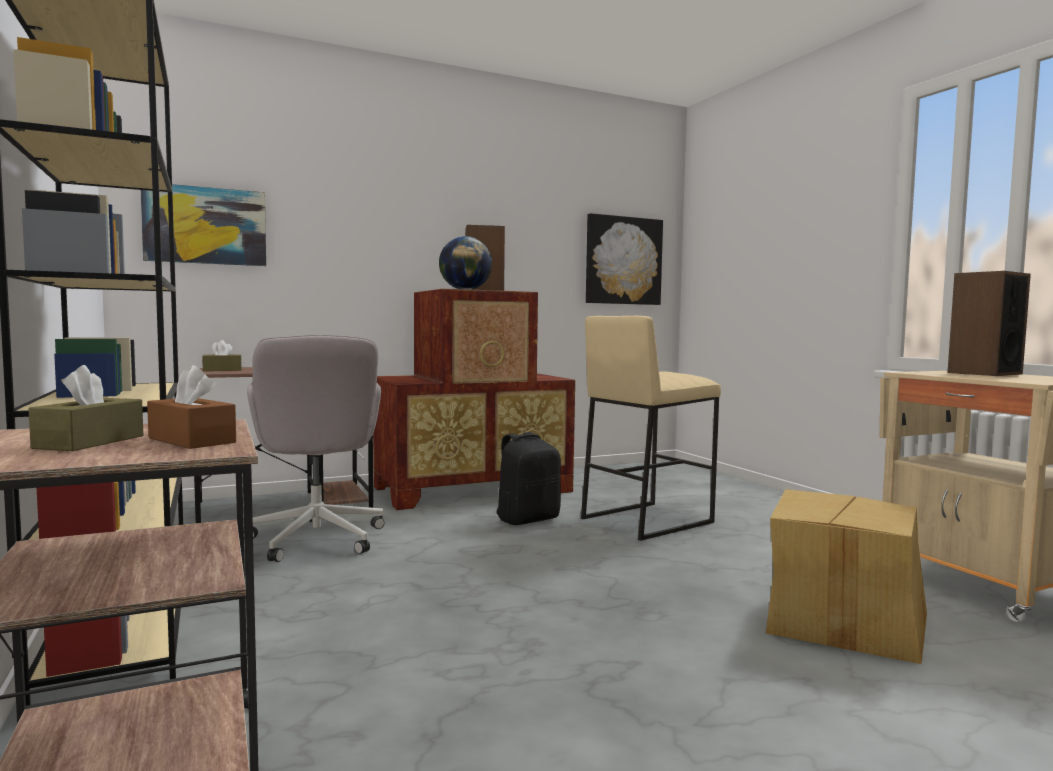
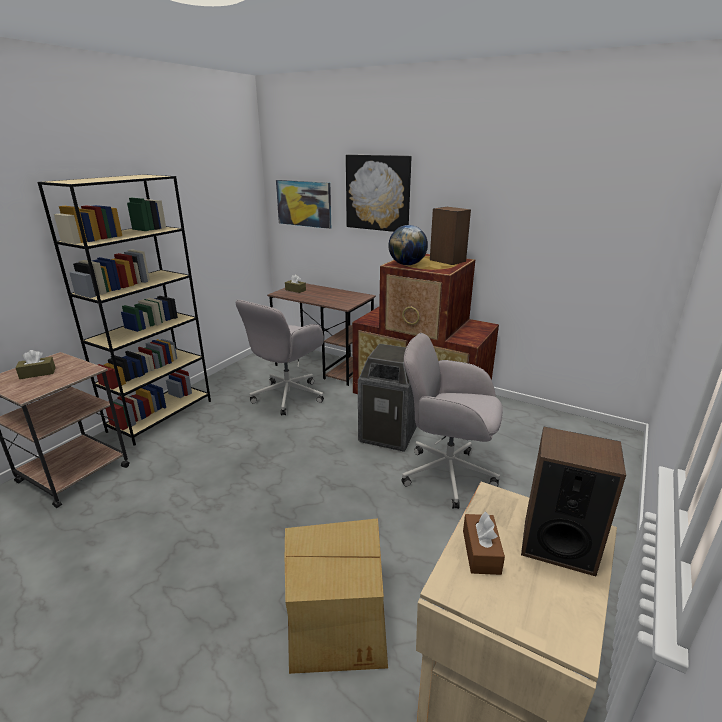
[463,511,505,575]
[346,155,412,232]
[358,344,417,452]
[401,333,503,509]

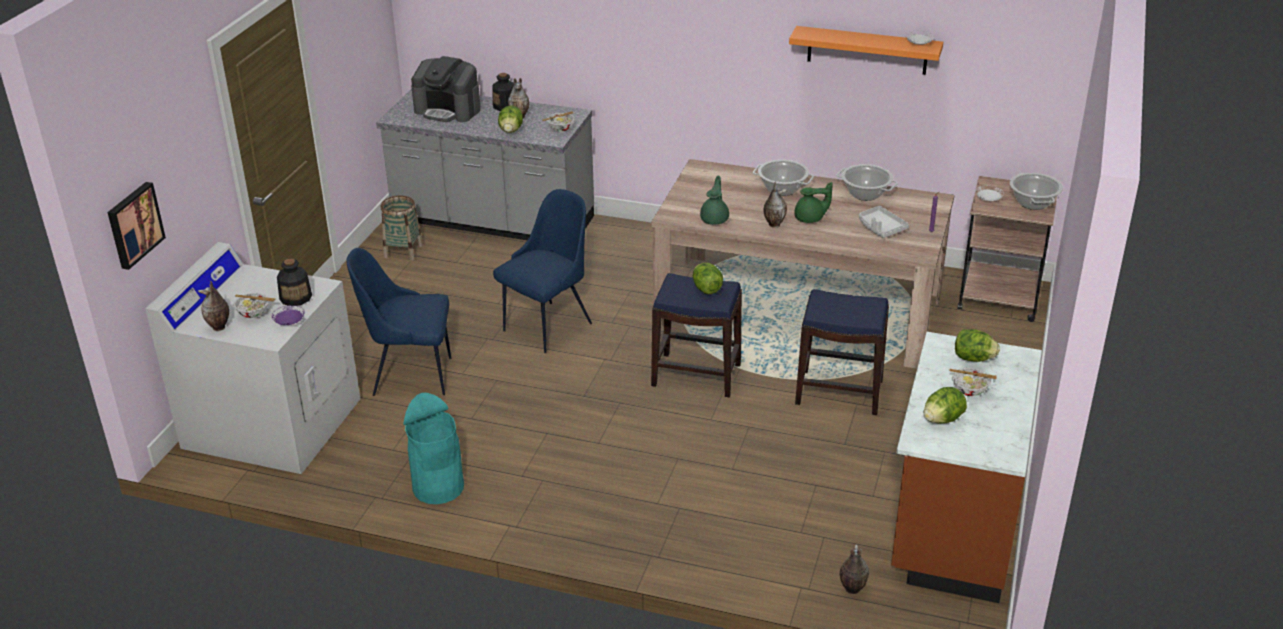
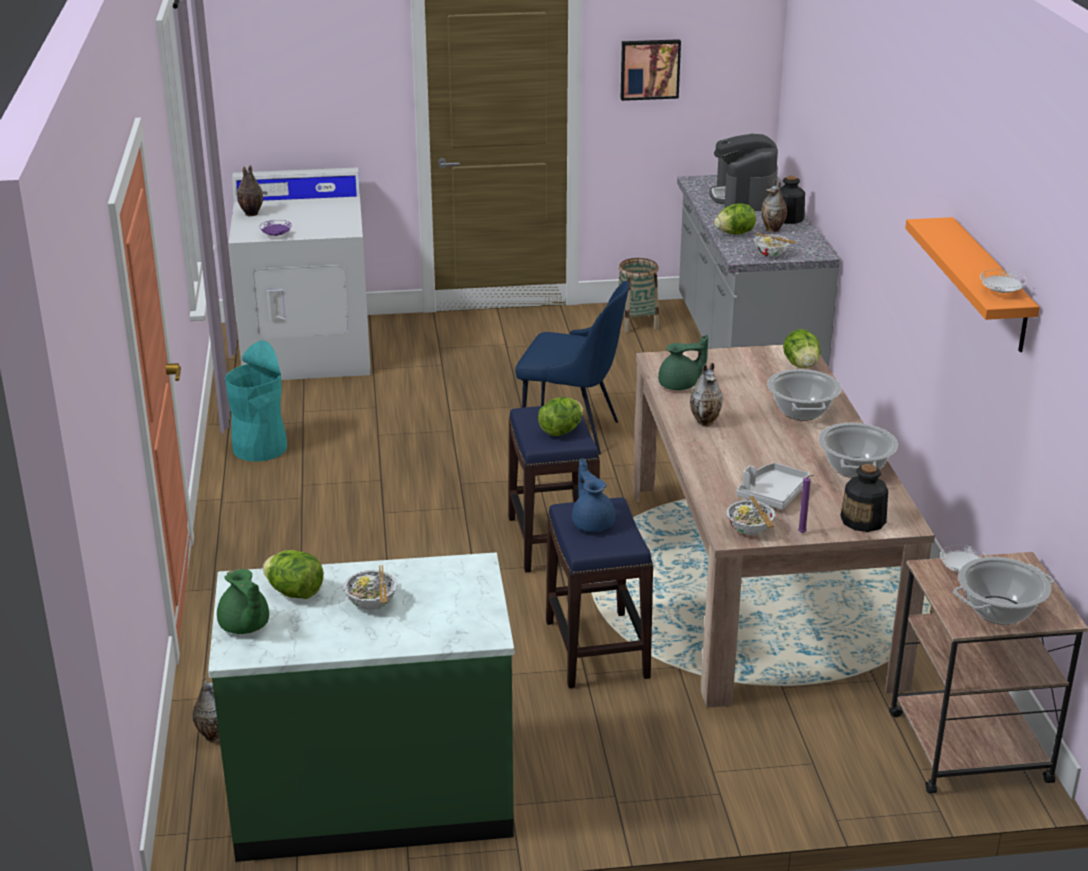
[347,248,451,396] (first image)
[572,458,615,532]
[621,39,681,101]
[726,496,776,535]
[841,464,888,532]
[217,569,269,634]
[783,329,821,368]
[208,552,514,862]

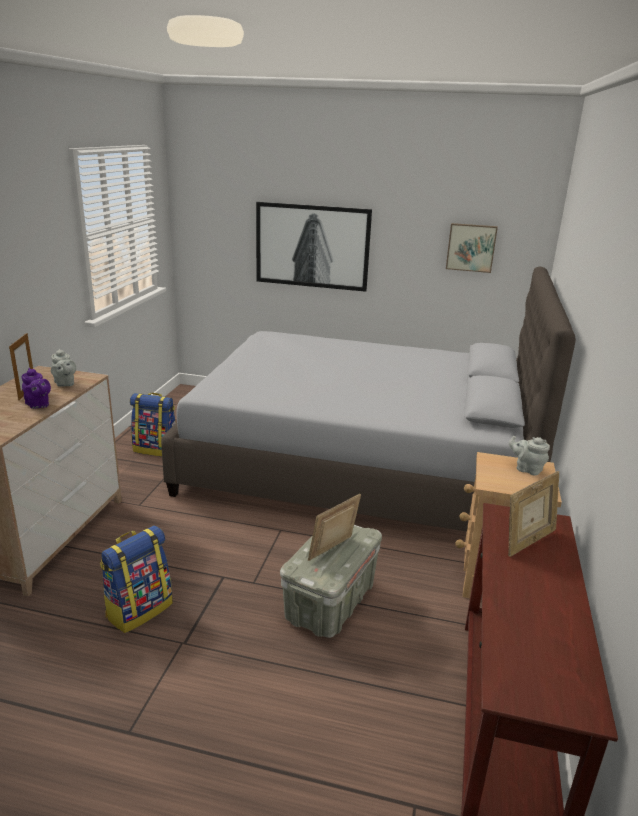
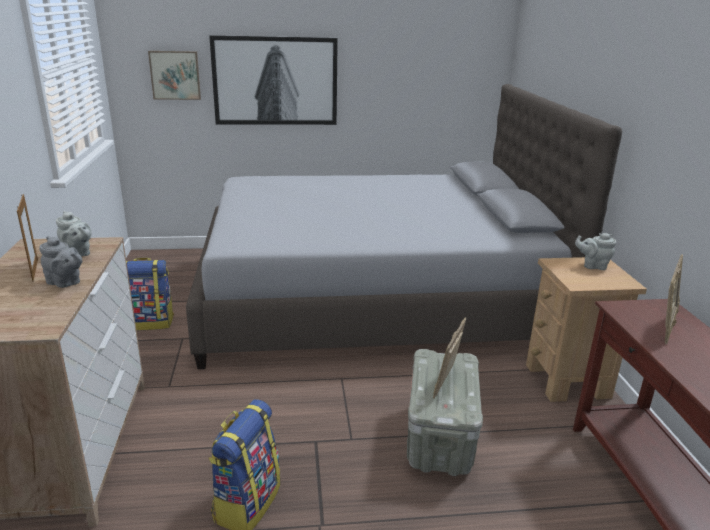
[148,51,201,100]
[39,236,82,288]

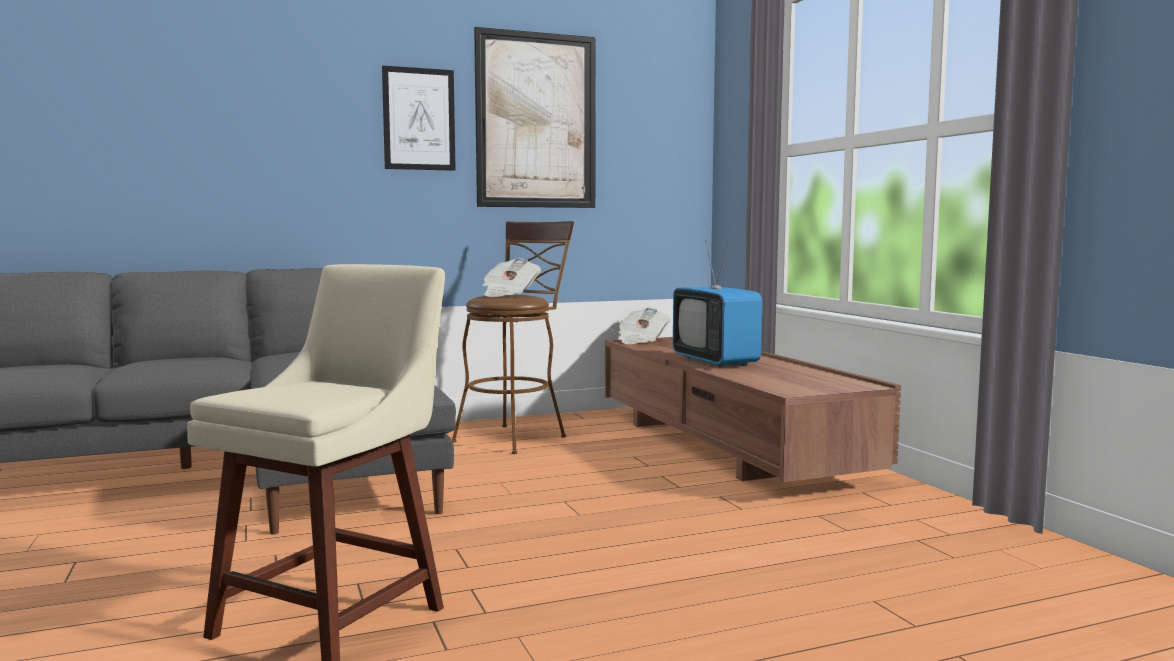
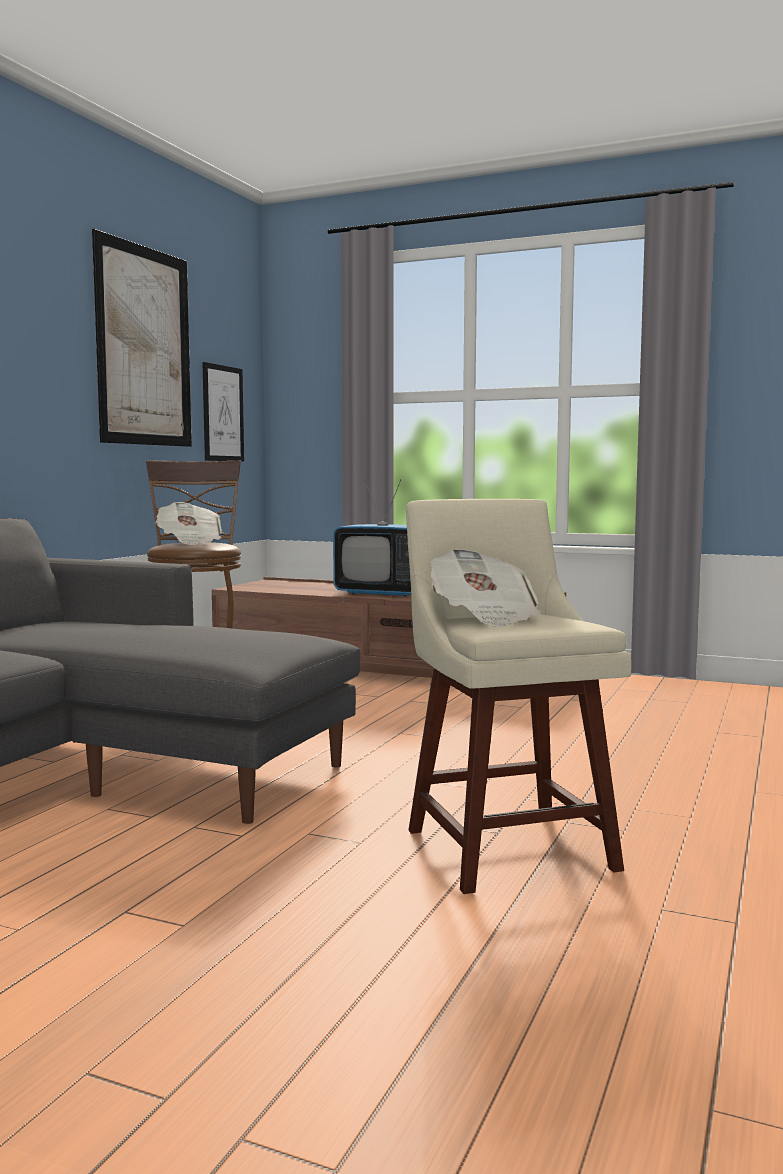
[202,362,244,461]
[430,549,541,627]

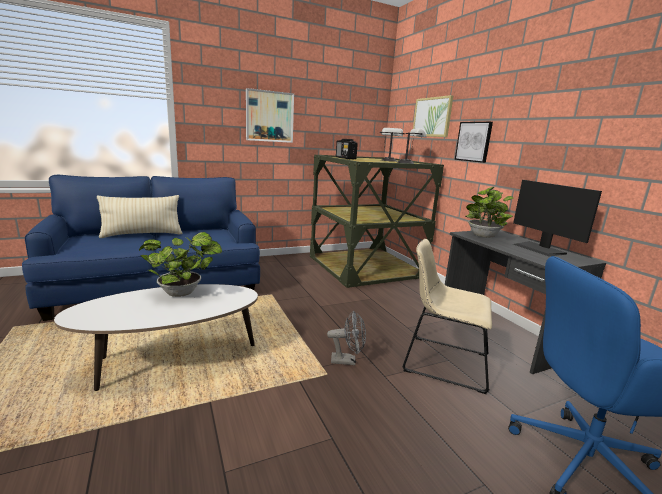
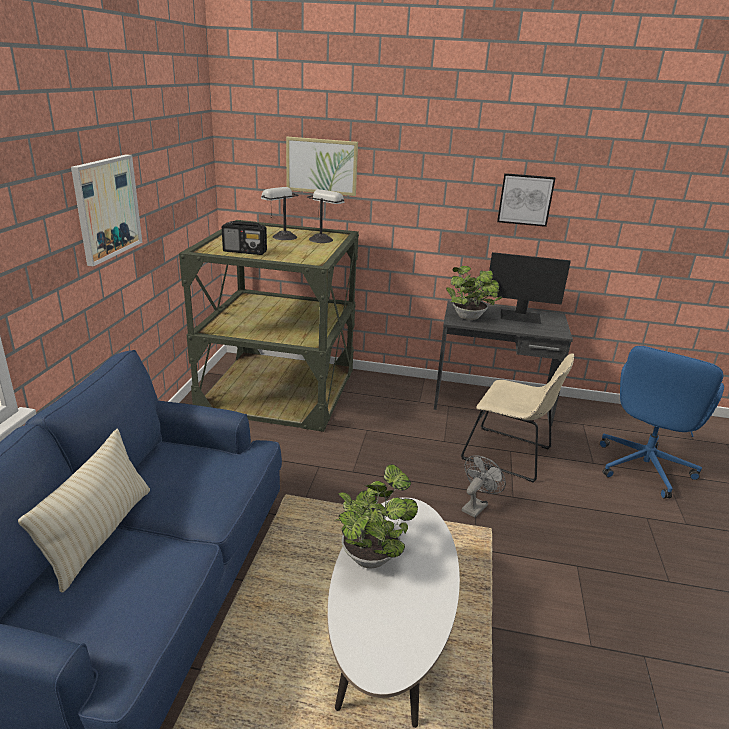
[497,173,555,227]
[461,353,574,483]

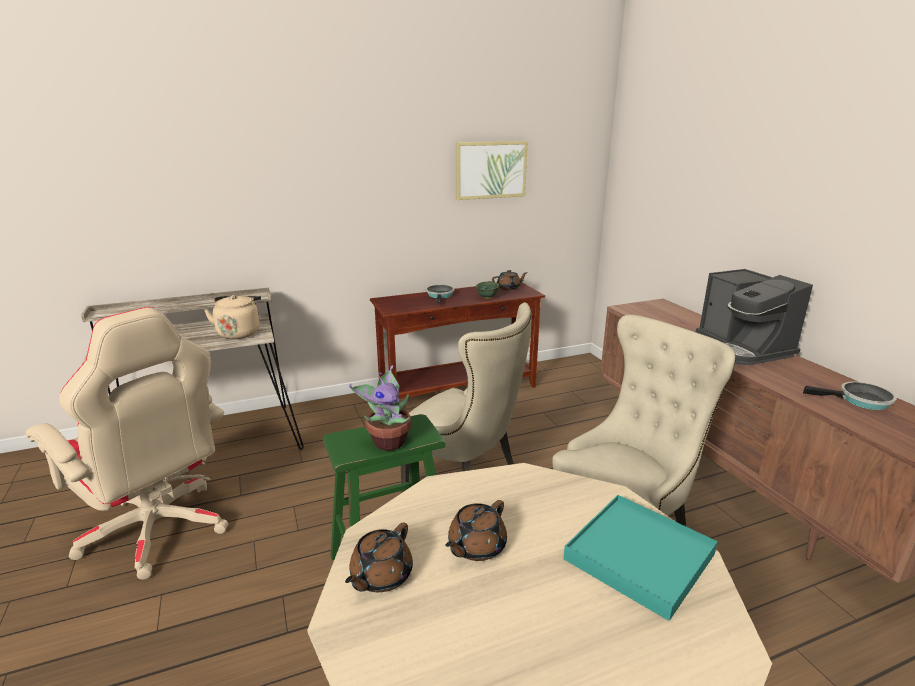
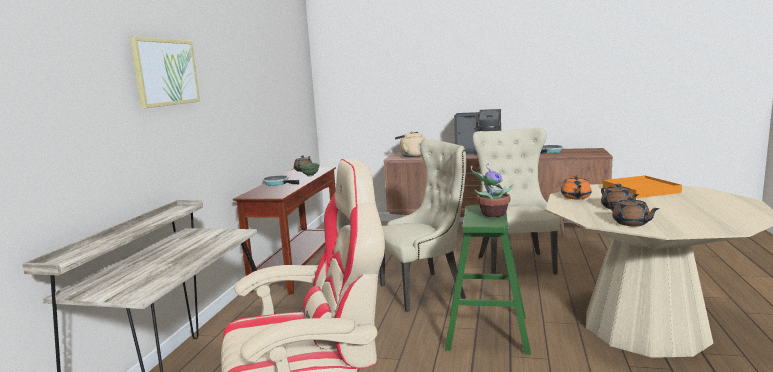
[561,175,591,199]
[395,131,425,157]
[129,36,200,109]
[602,175,682,198]

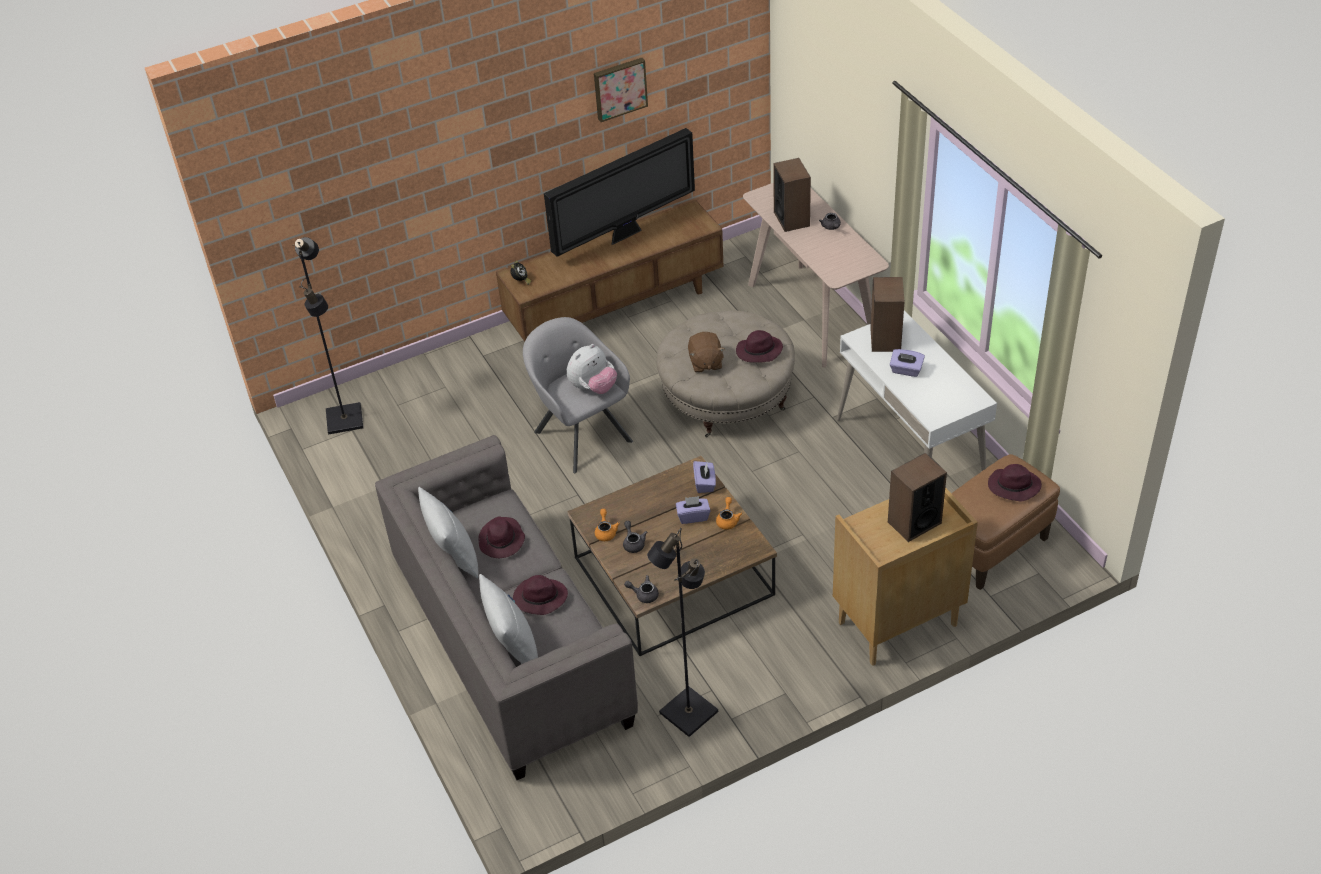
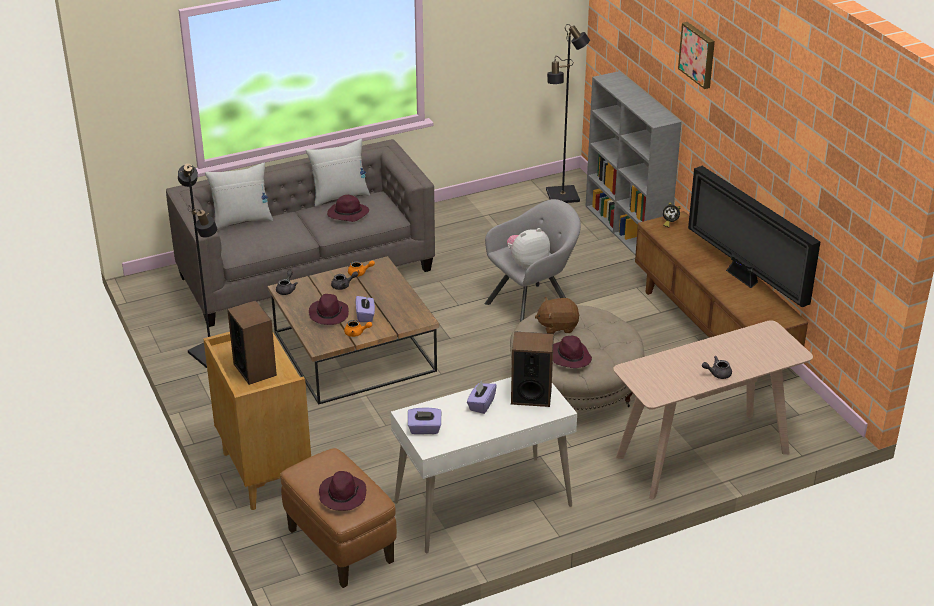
[774,158,811,232] (first image)
[586,71,682,255]
[309,294,349,325]
[678,22,715,89]
[408,407,441,434]
[507,228,550,270]

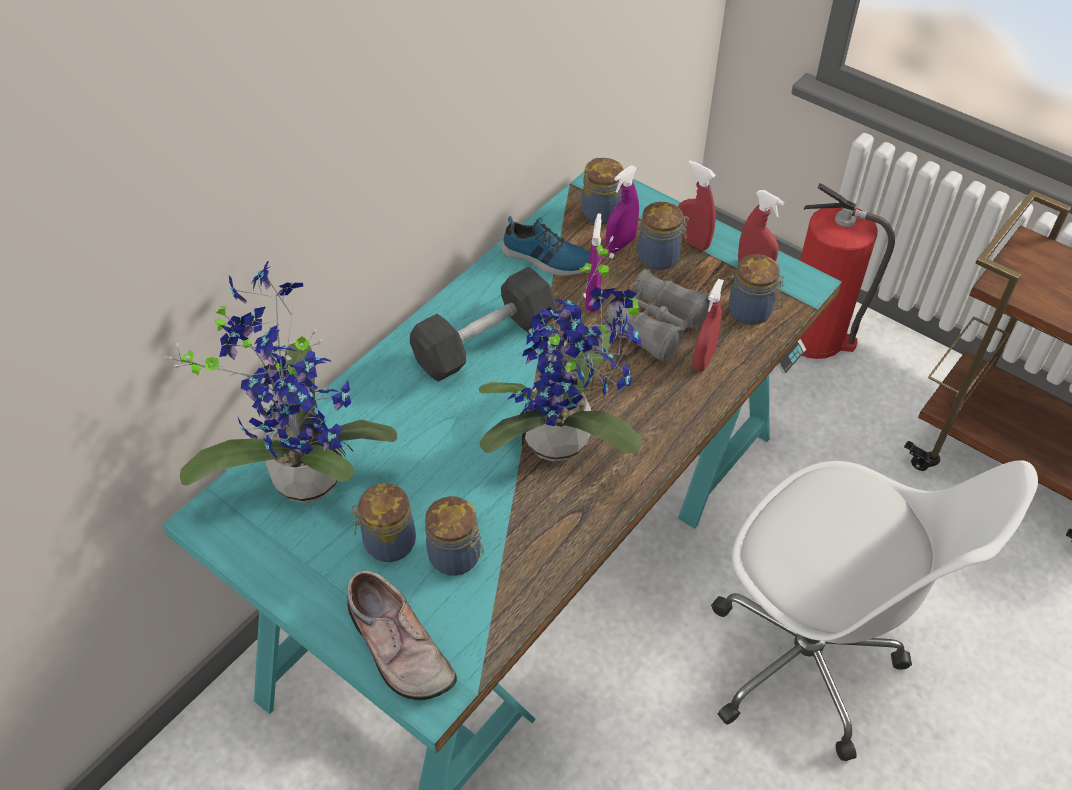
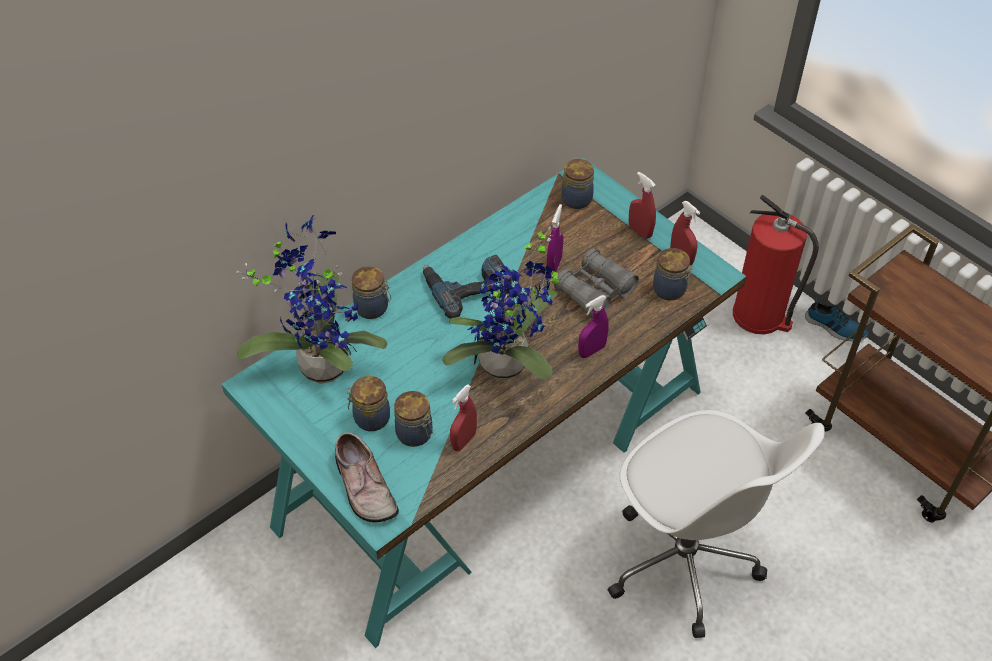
[805,299,868,341]
[578,295,609,358]
[352,266,391,319]
[450,384,477,451]
[423,255,513,319]

